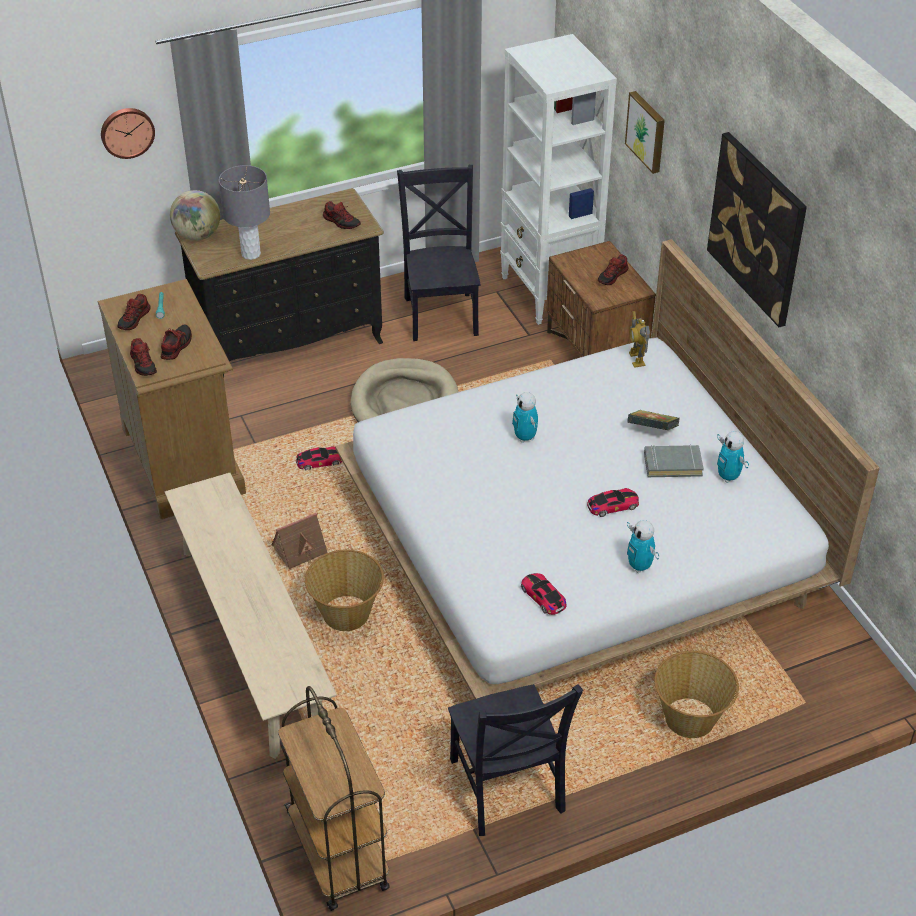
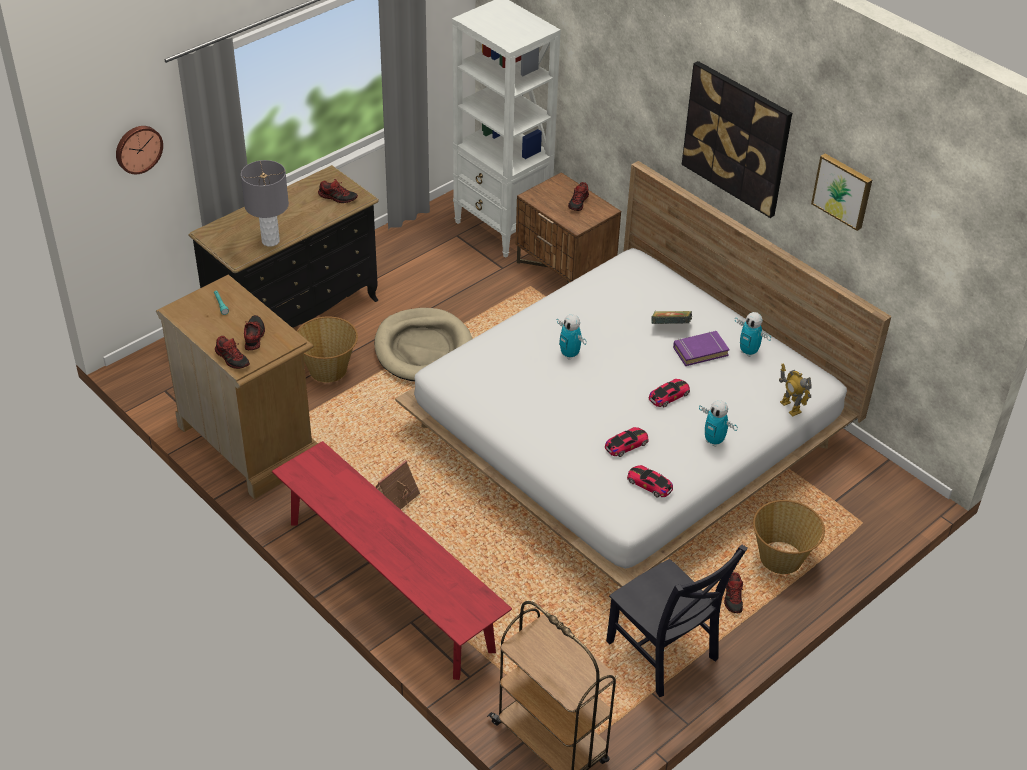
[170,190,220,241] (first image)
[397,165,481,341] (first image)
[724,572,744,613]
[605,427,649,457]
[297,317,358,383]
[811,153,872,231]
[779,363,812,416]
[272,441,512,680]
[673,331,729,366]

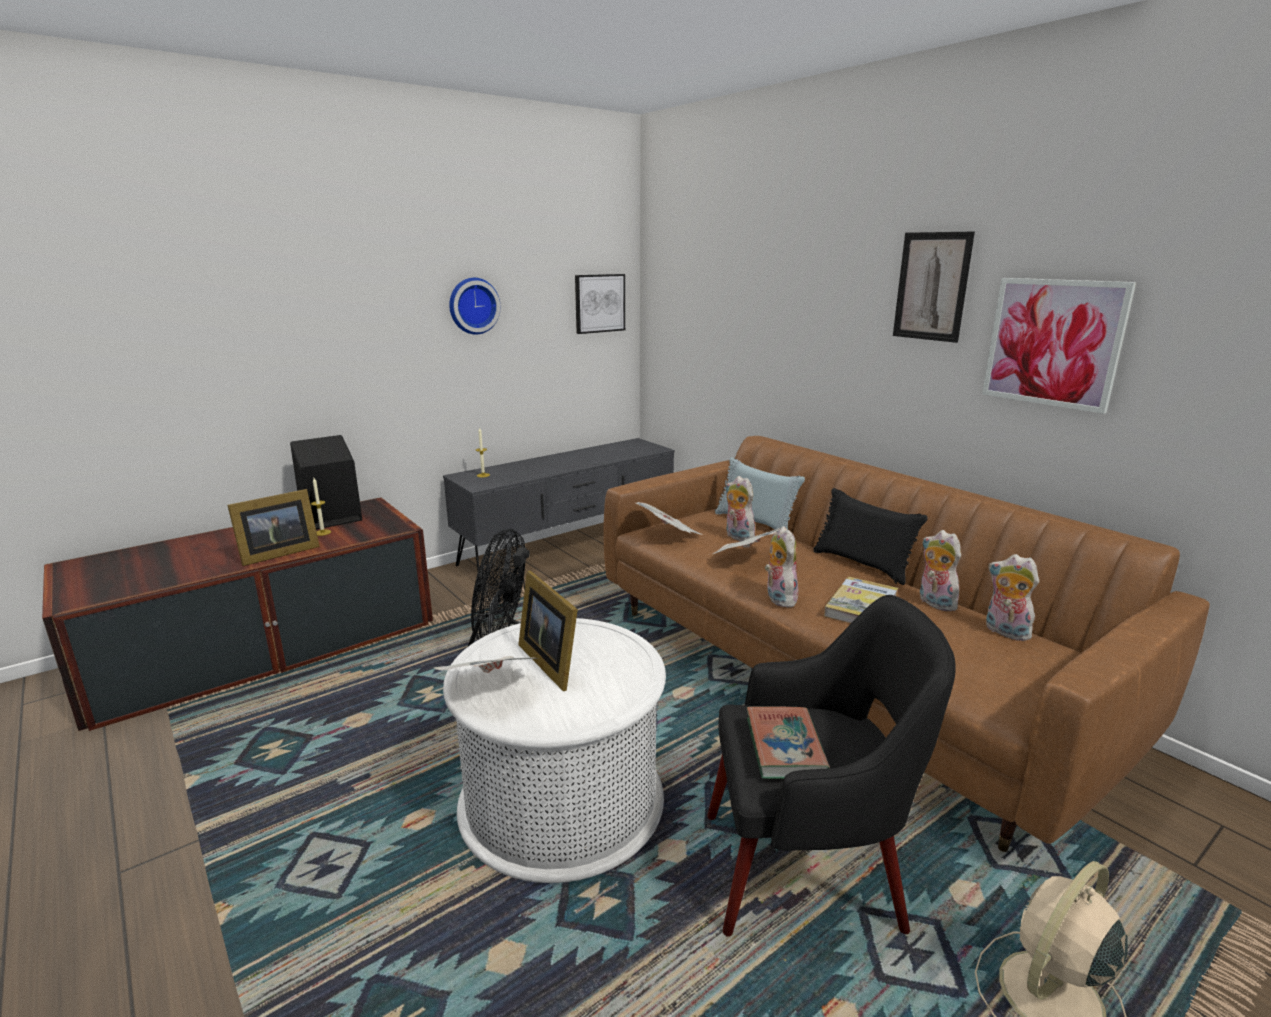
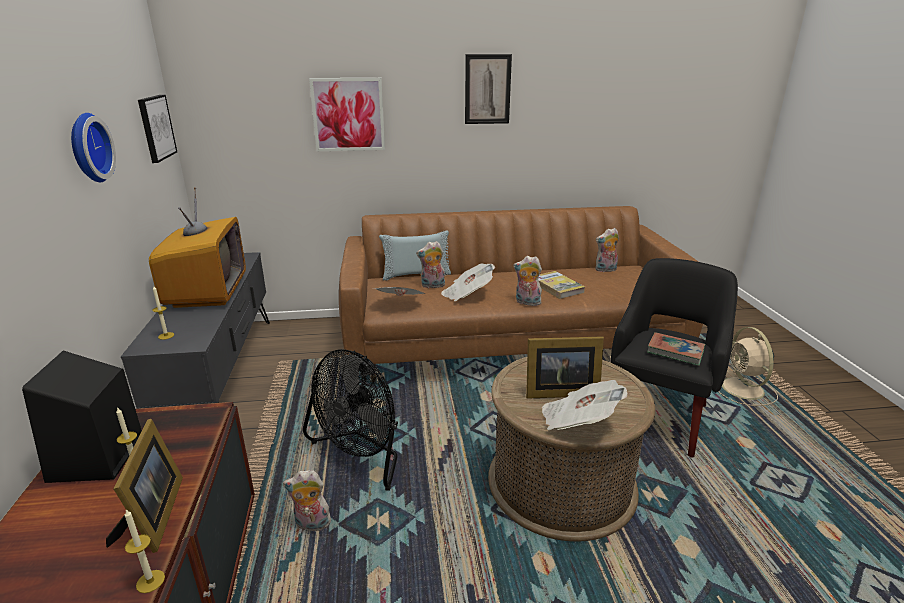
[813,488,928,585] (first image)
[125,509,165,593]
[149,187,246,308]
[283,470,333,531]
[309,78,385,151]
[488,357,655,542]

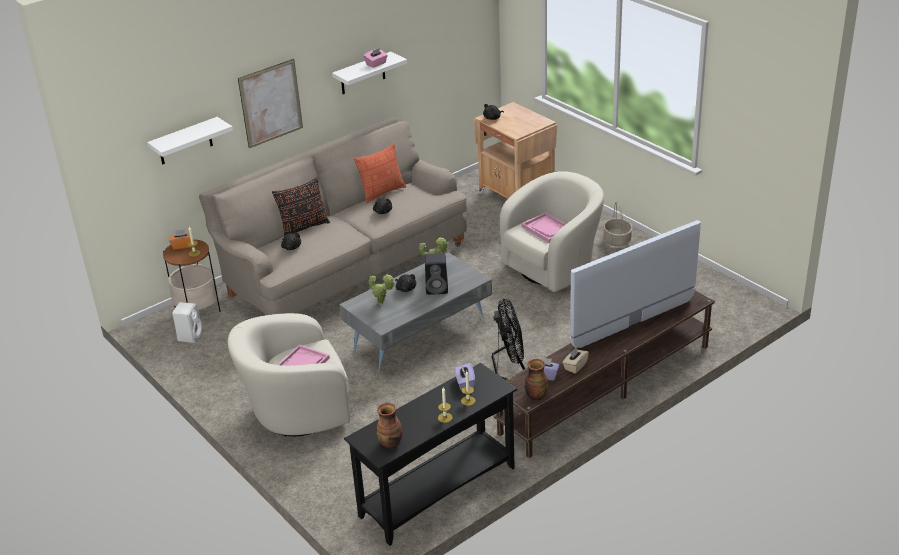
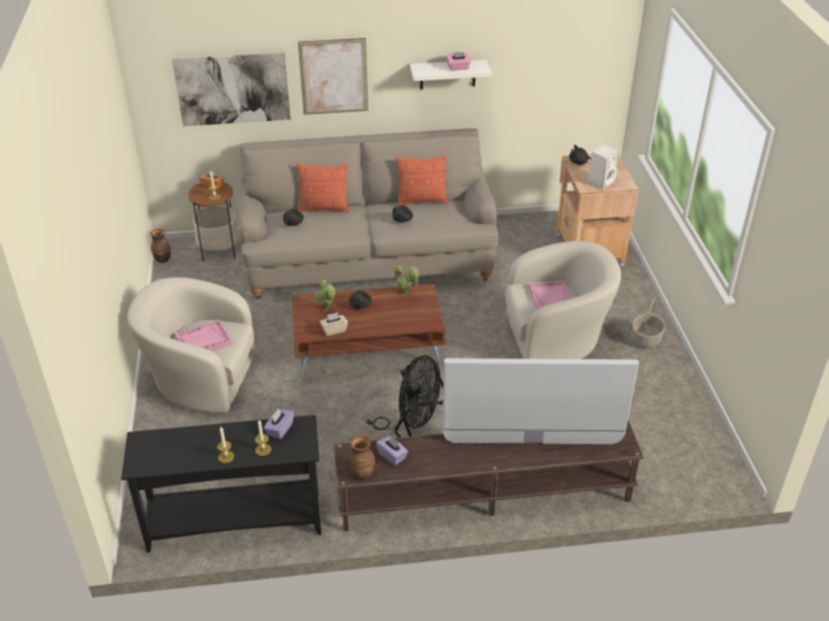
[425,253,448,295] (first image)
[588,145,618,189]
[150,229,171,263]
[320,312,348,336]
[172,52,291,126]
[296,163,349,213]
[291,284,445,375]

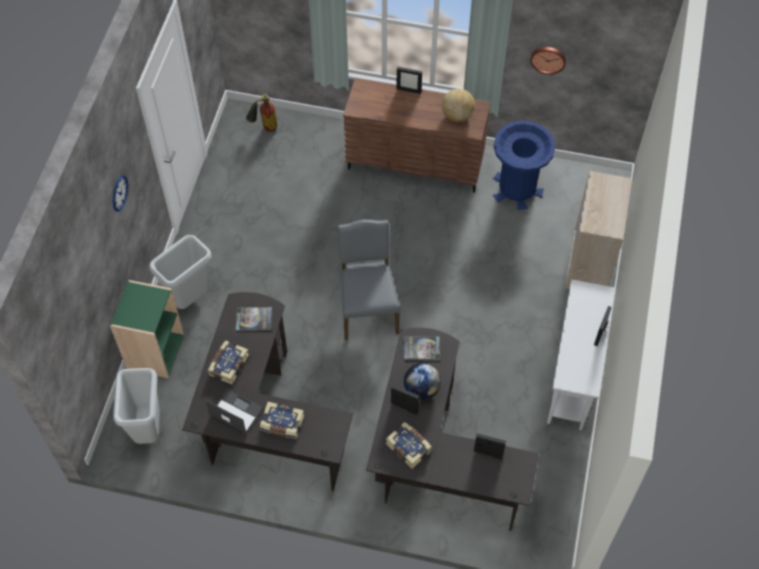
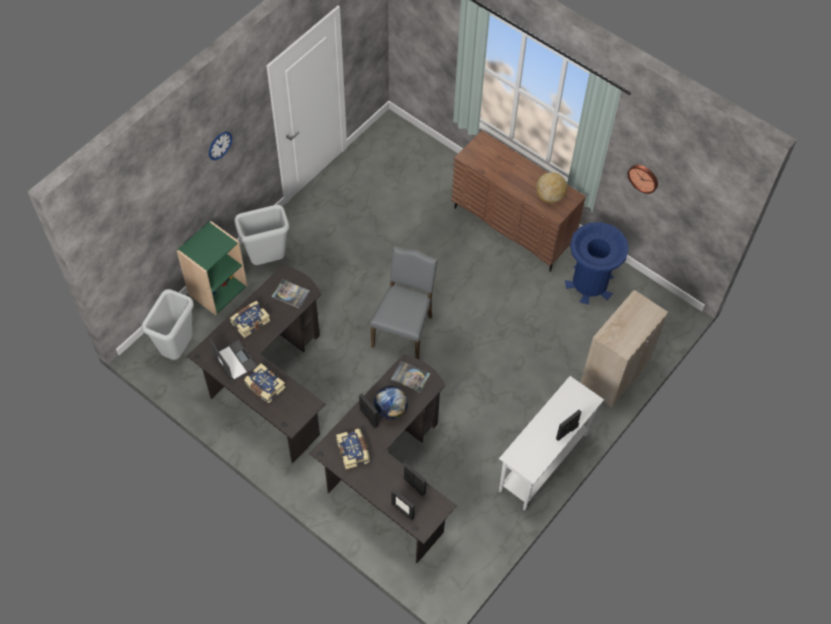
[246,94,277,132] (first image)
[391,489,415,520]

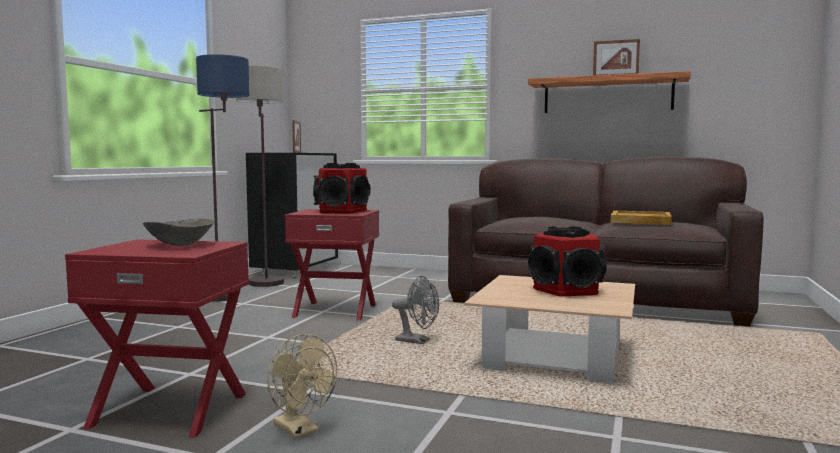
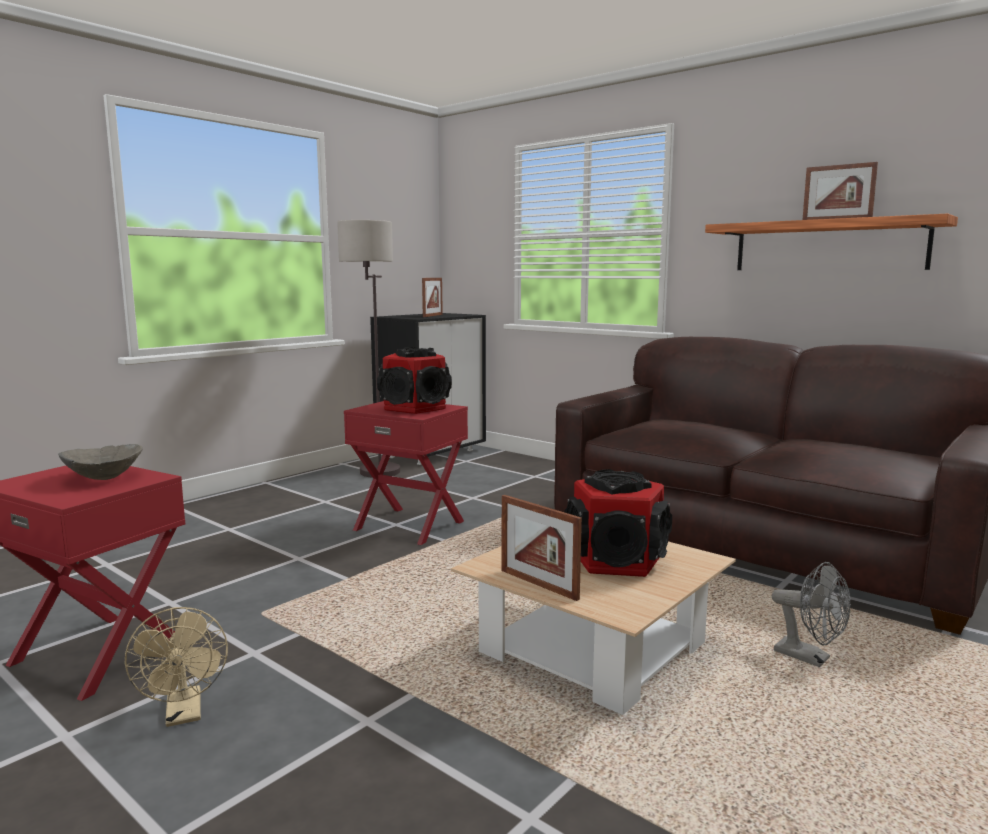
[196,54,249,302] (first image)
[611,211,672,225] (first image)
[502,495,582,601]
[772,562,851,667]

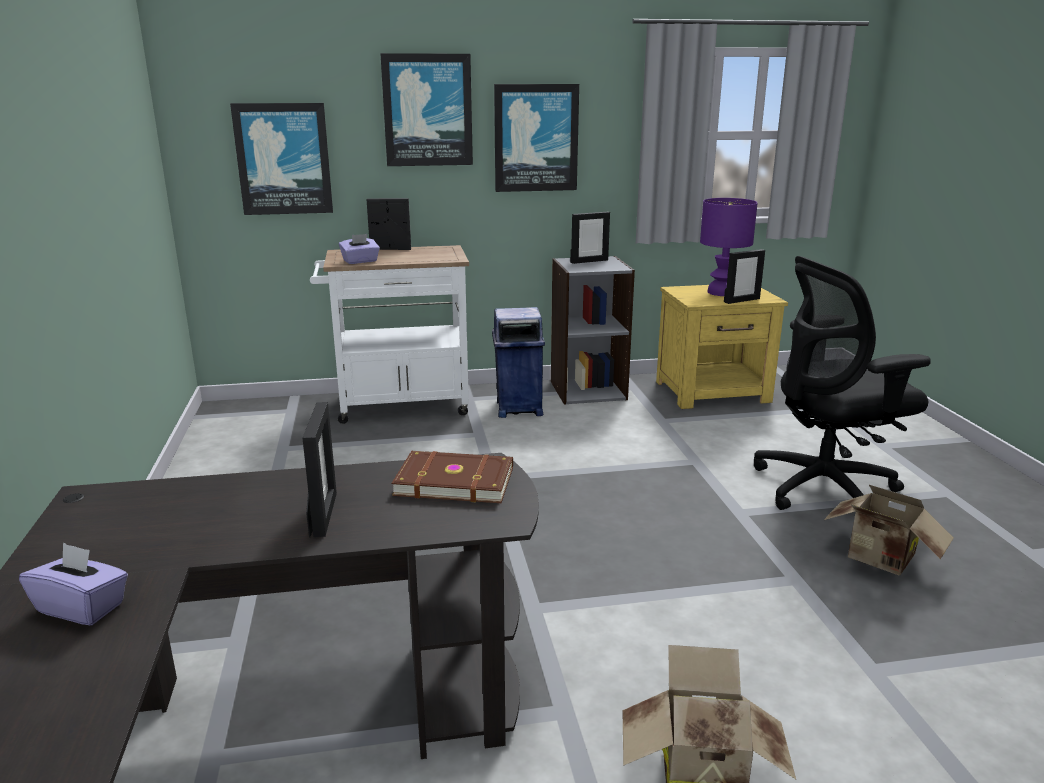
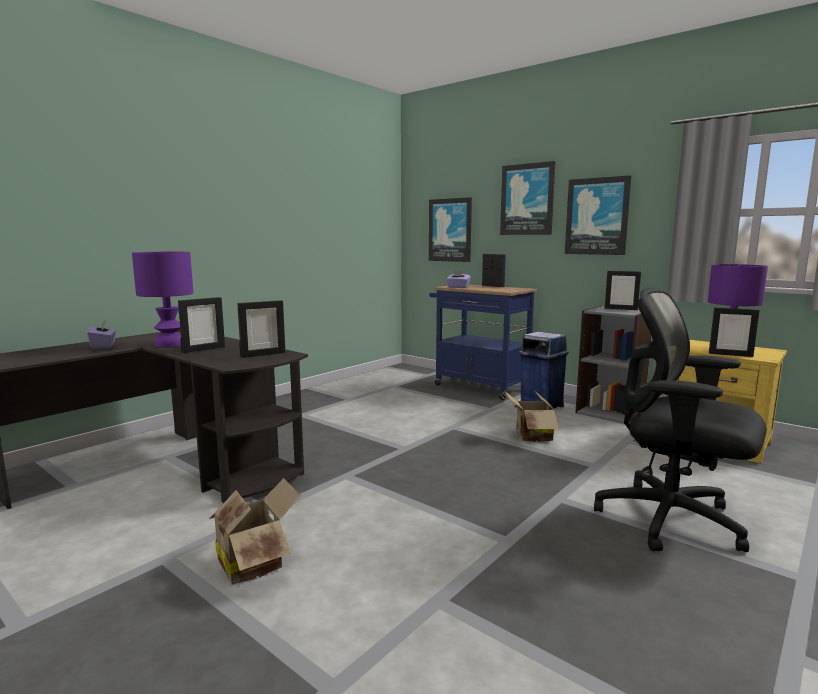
[132,252,193,348]
[505,391,559,442]
[237,300,285,358]
[429,284,537,400]

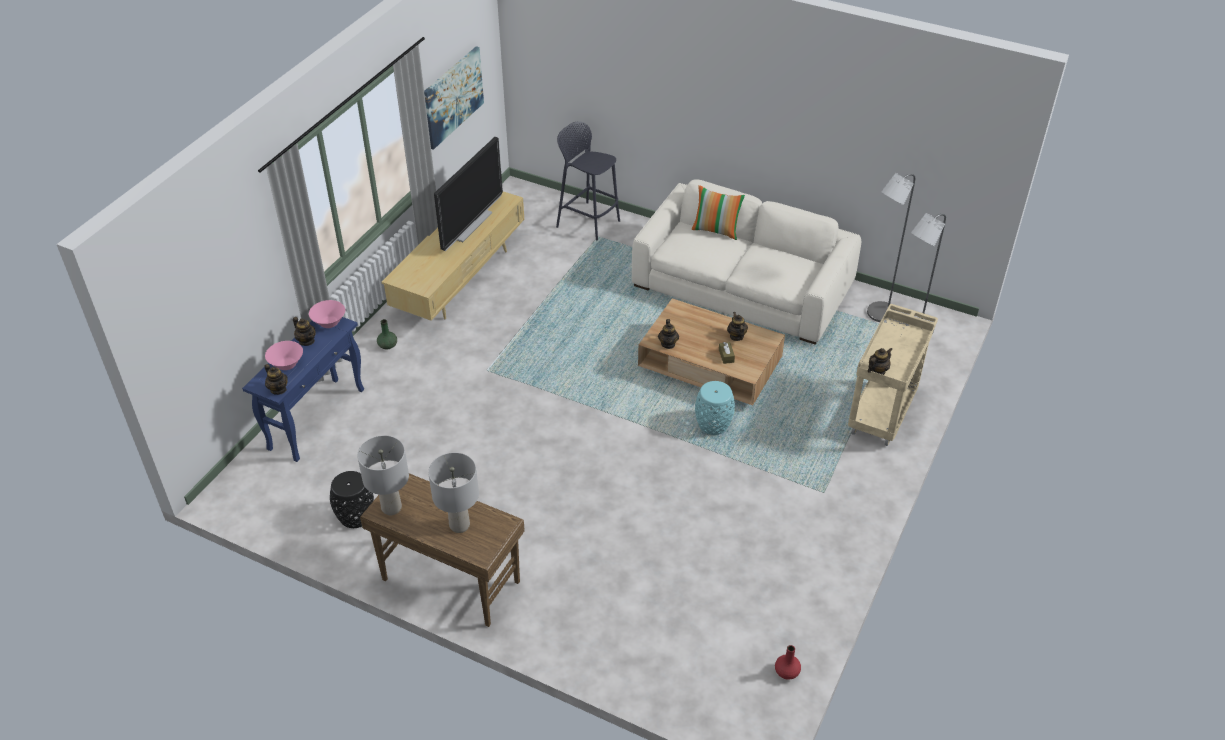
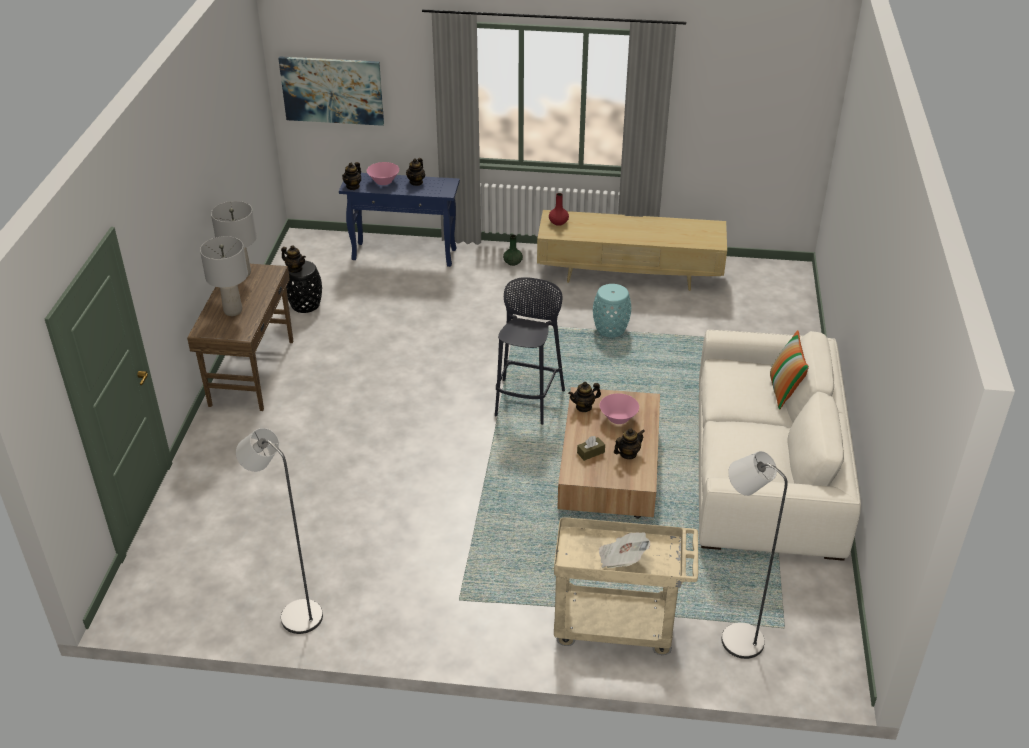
[434,137,503,251] (first image)
[599,532,650,568]
[600,393,639,424]
[278,56,384,126]
[495,277,565,425]
[593,284,631,337]
[549,193,569,226]
[236,428,323,634]
[281,245,306,273]

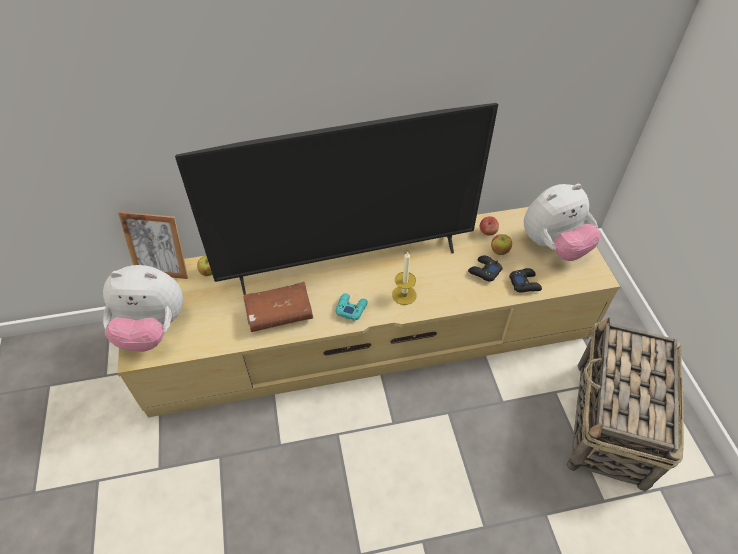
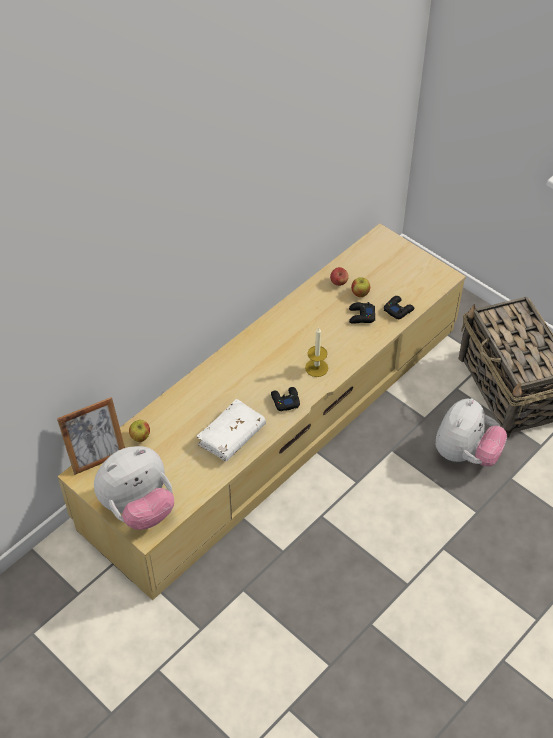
[175,103,498,295] (first image)
[436,398,507,466]
[196,399,266,461]
[271,387,300,412]

